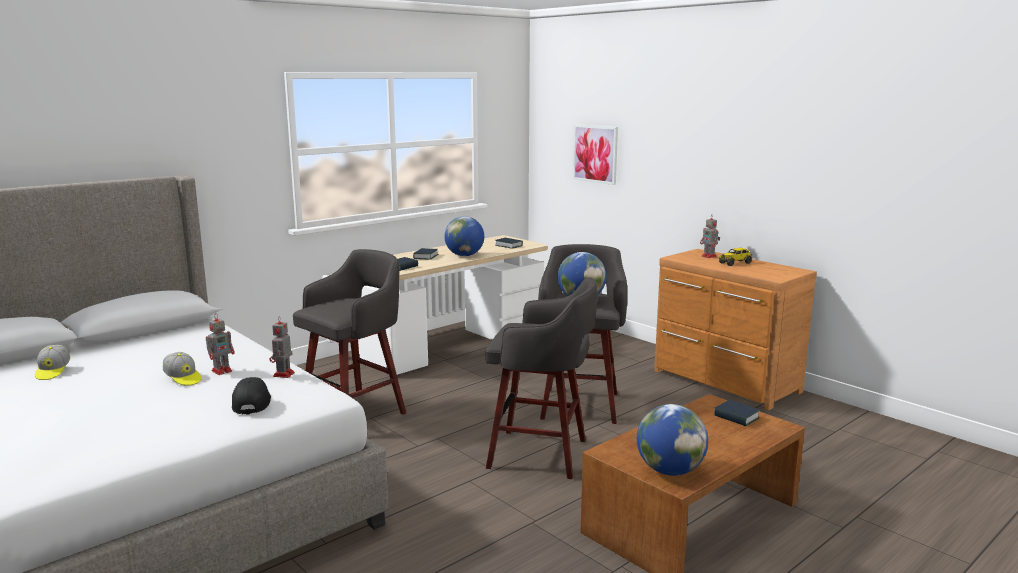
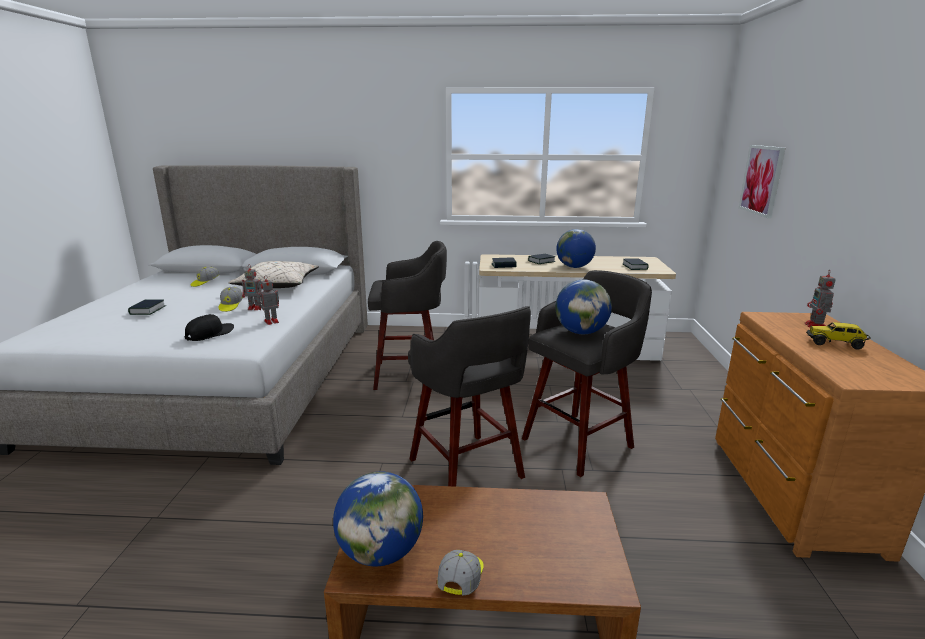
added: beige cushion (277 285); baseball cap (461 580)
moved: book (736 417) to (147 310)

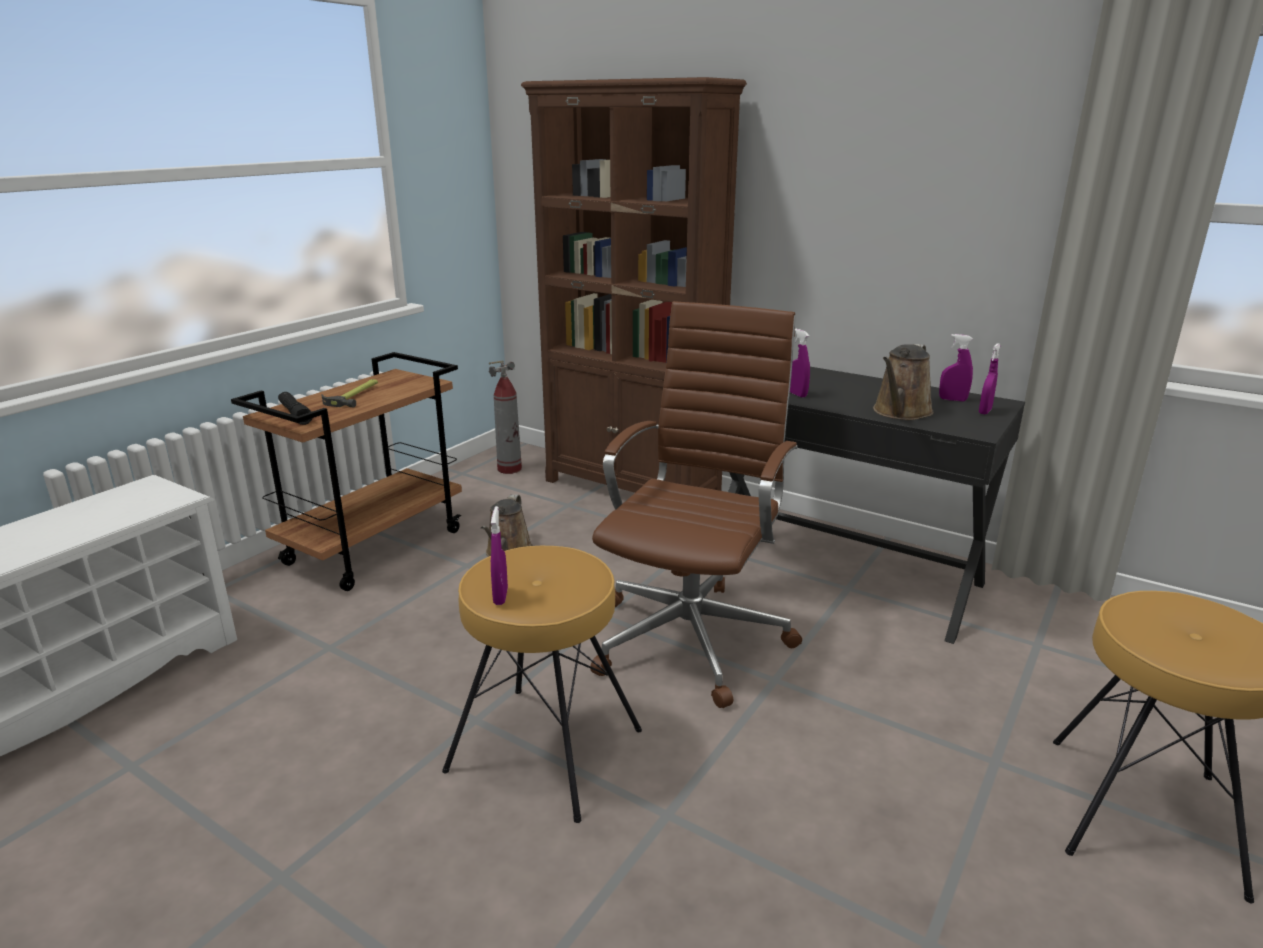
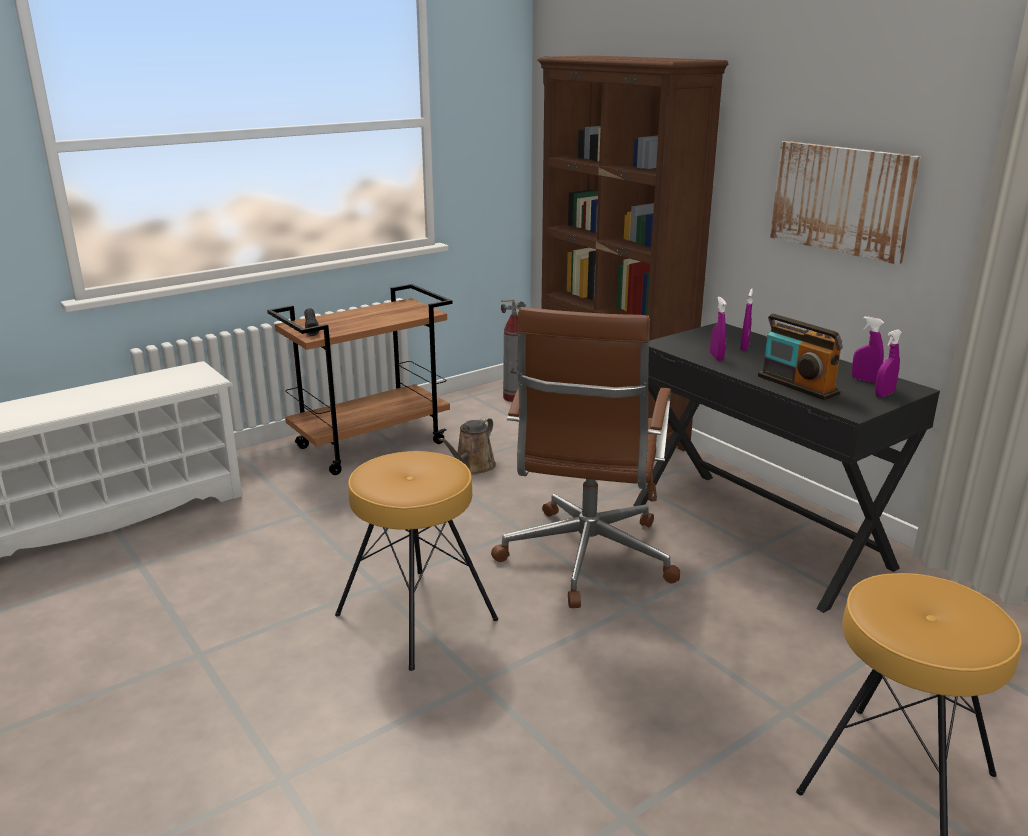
removed: hammer (355 395)
added: wall art (841 199)
moved: purple sprayer (500 596) to (744 347)
replaced: brown sprinkling can (900 412) to radio receiver (797 385)
turned: brown office chair (693 635) = (586 559) 150 degrees clockwise

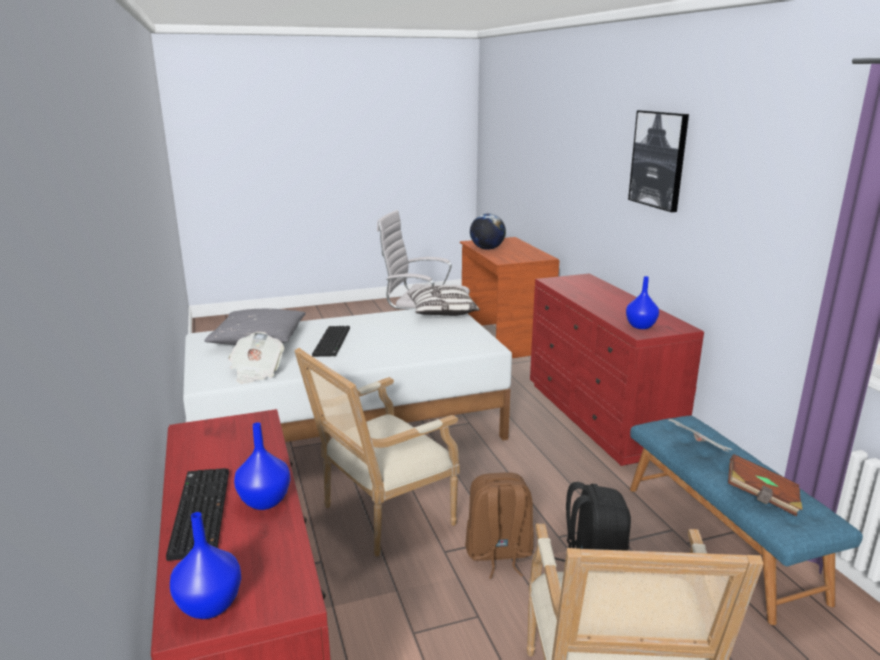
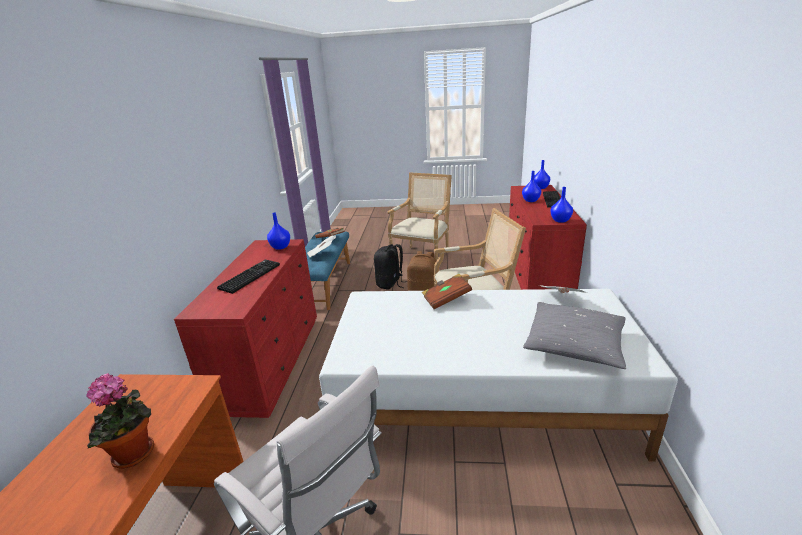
removed: cushion (441 312); wall art (659 159)
added: brown book (446 299); bluish decorative vase (560 220)
moved: computer keyboard (333 342) to (250 276)
replaced: world globe (487 249) to potted plant (135 455)

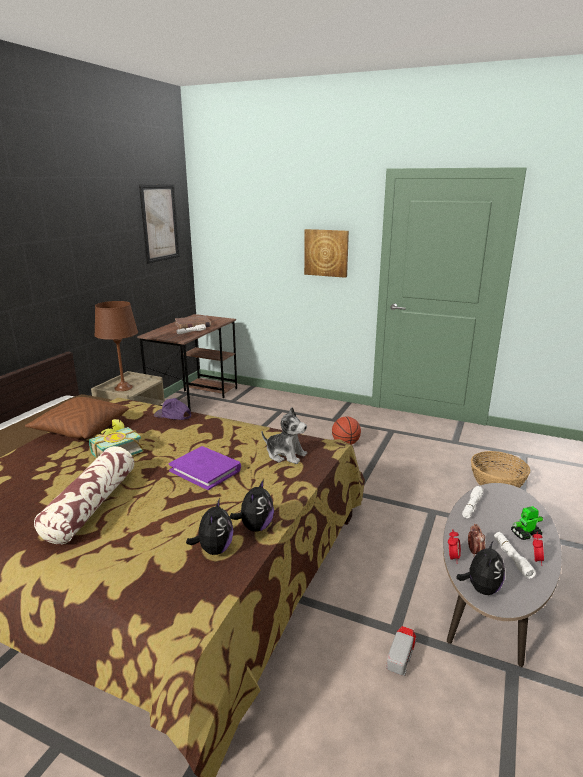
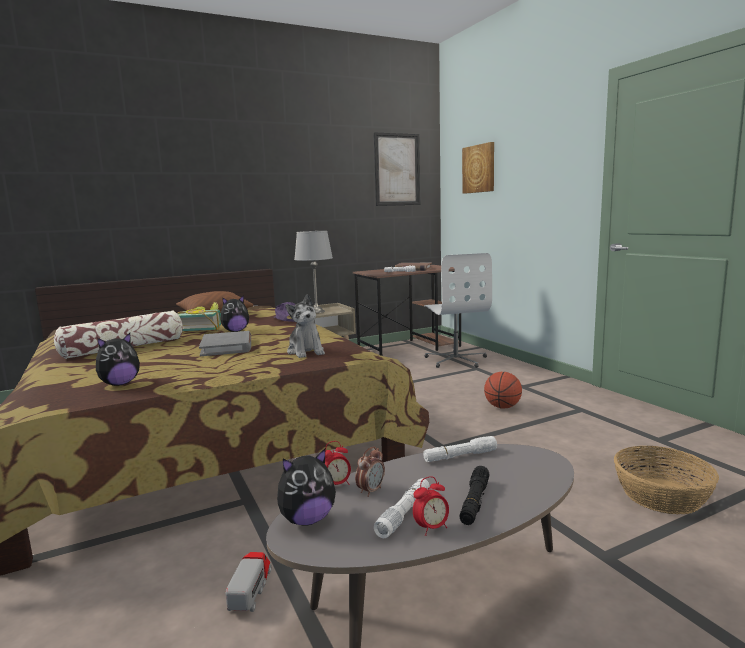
added: white office chair (456 360)
moved: soft toy (255 527) to (235 331); wall art (326 253) to (479 169)
replaced: toy robot (525 534) to blackish hand torch (474 502)
recoloured: brown lamp for a table (123 387) to grey lamp for a table (317 311); purple book (205 470) to grey book (227 347)
turned: toy truck (401 655) = (251 589) 60 degrees counterclockwise

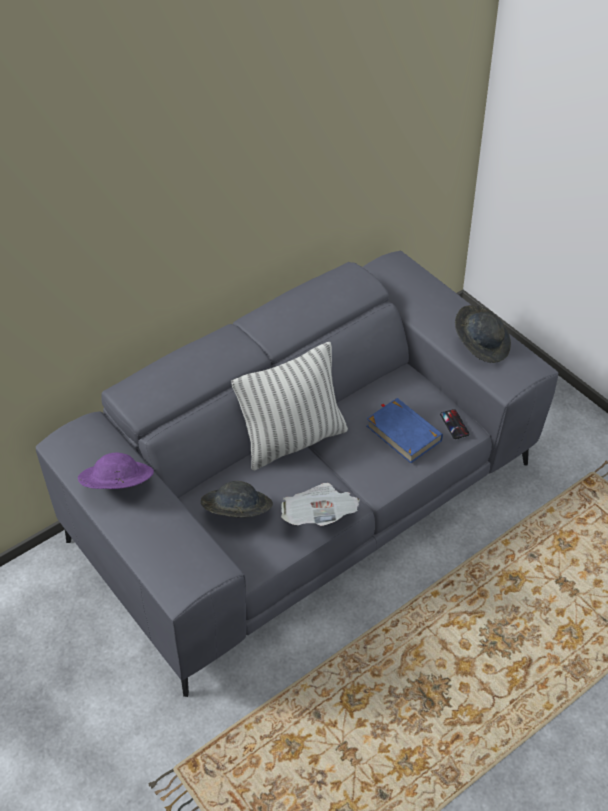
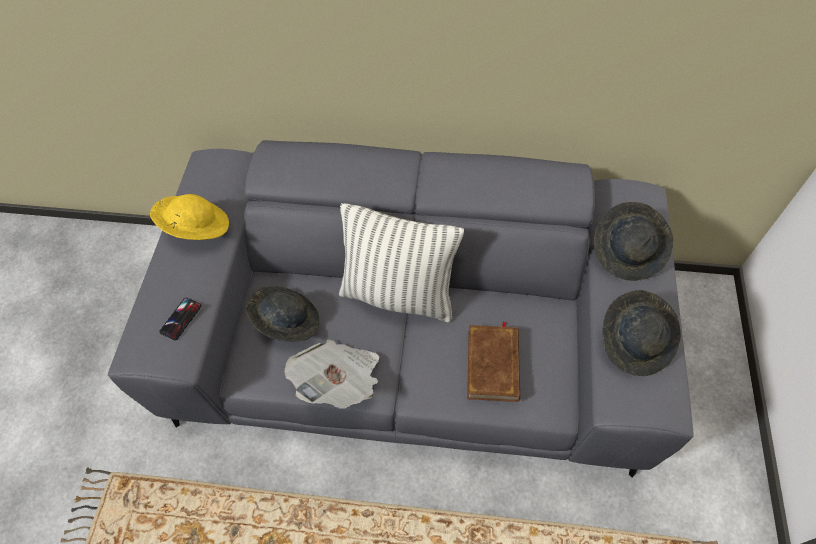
added: grey wearable hat (628 252)
moved: handset (454 424) to (181 319)
recoloured: purple wearable hat (117 486) to yellow-coloured wearable hat (195 228); bluish book (404 433) to brown book (493 365)

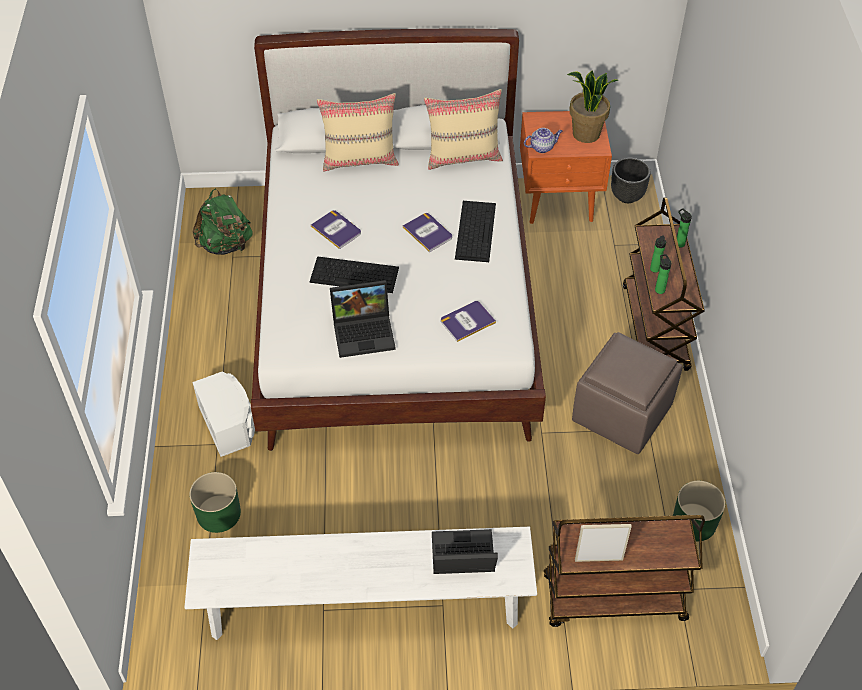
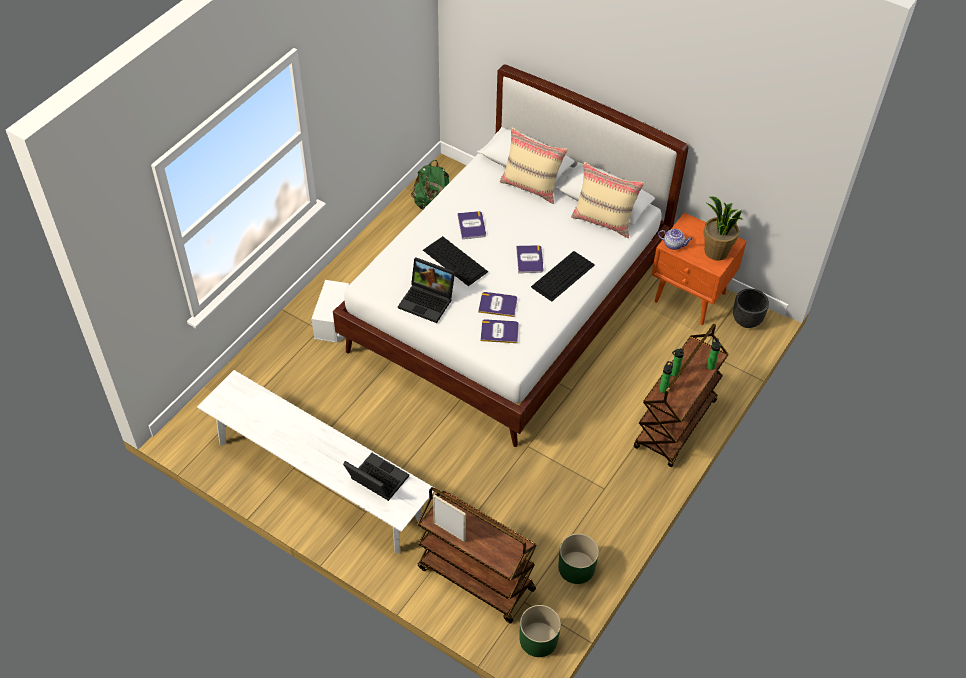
removed: brown pouffe (622 414)
added: book (498 305)
moved: greenish planter (219 514) to (538 639)

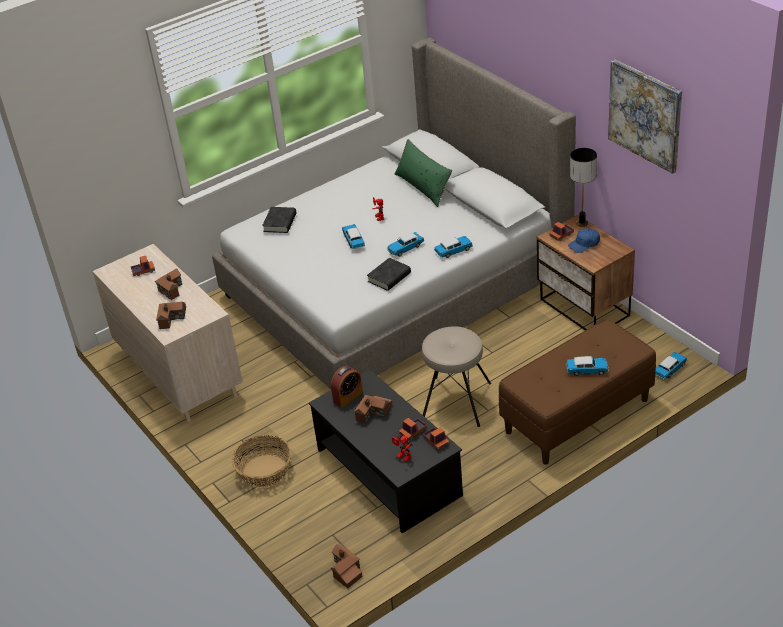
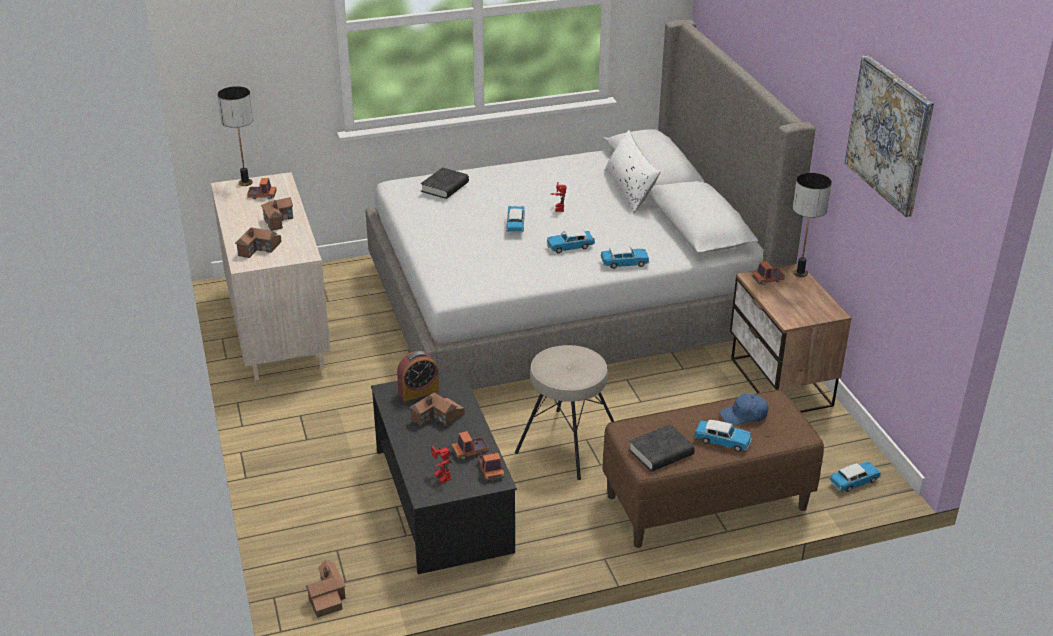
removed: household basket (264 471)
added: lamp for a table (246 183)
moved: blackish book (389 277) to (661 452); bluish baseball cap (584 244) to (744 416)
recoloured: greenish cushion (423 187) to white cushion (630 190)

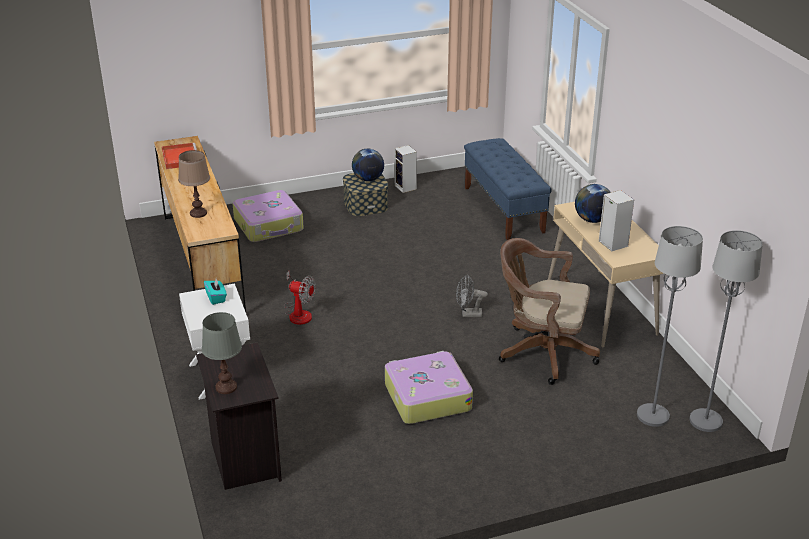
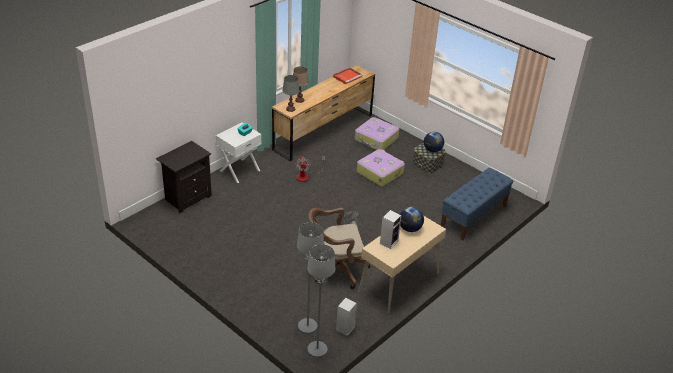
moved: grey lamp for a table (226 387) to (290 109); piece of luggage (426 397) to (380 172); speaker (406 187) to (345 329)
turned: brown office chair (541 352) = (335 269) 90 degrees counterclockwise

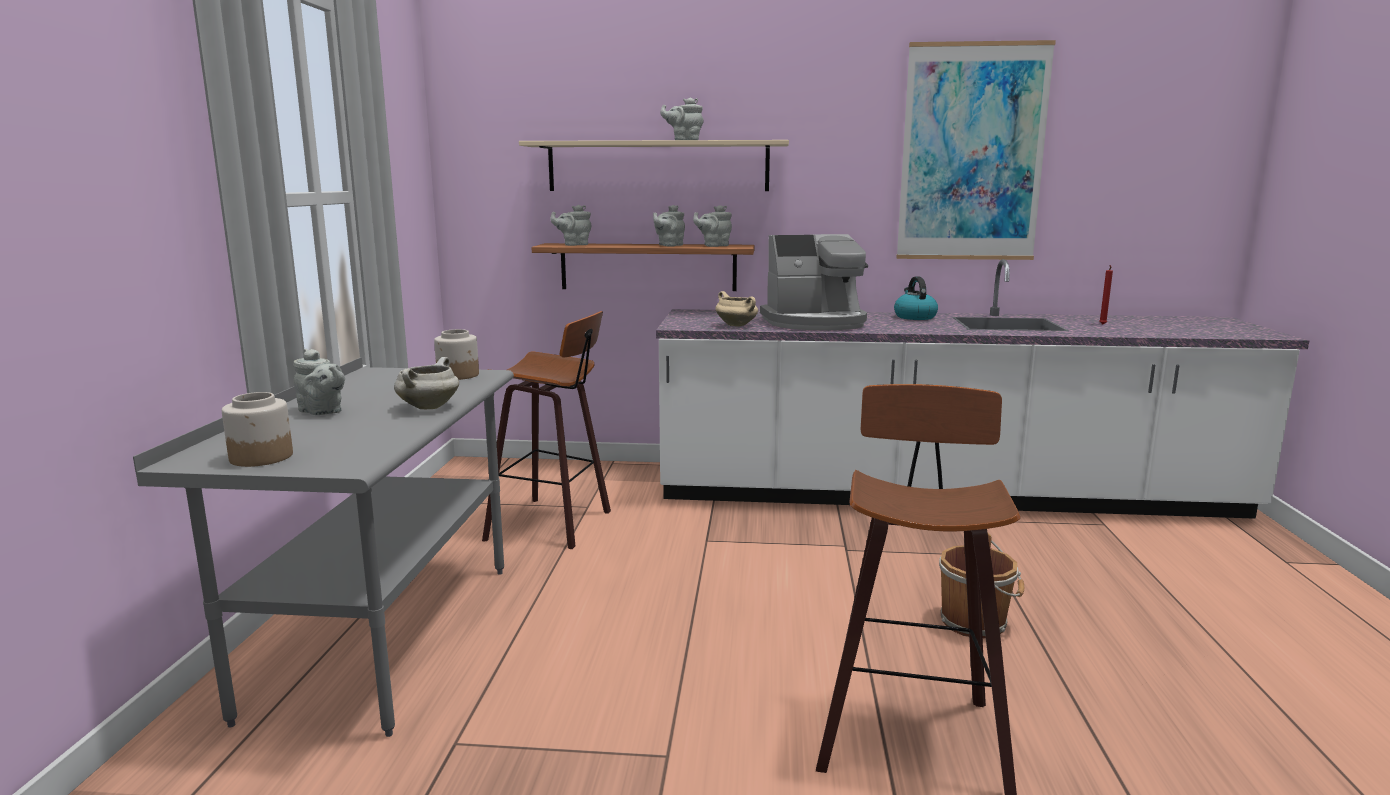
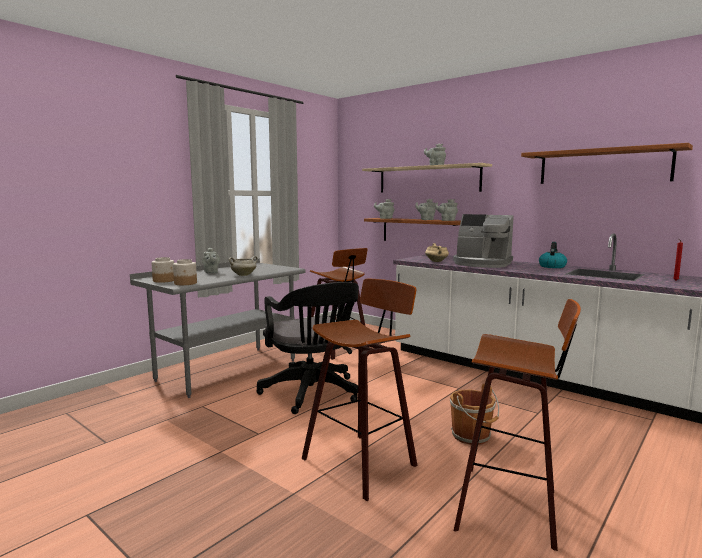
added: blackish office chair (312 394); sitting stool (511 507)
moved: preserve jar (458 375) to (185 283)
replaced: wall art (972 153) to wall shelf (603 166)

